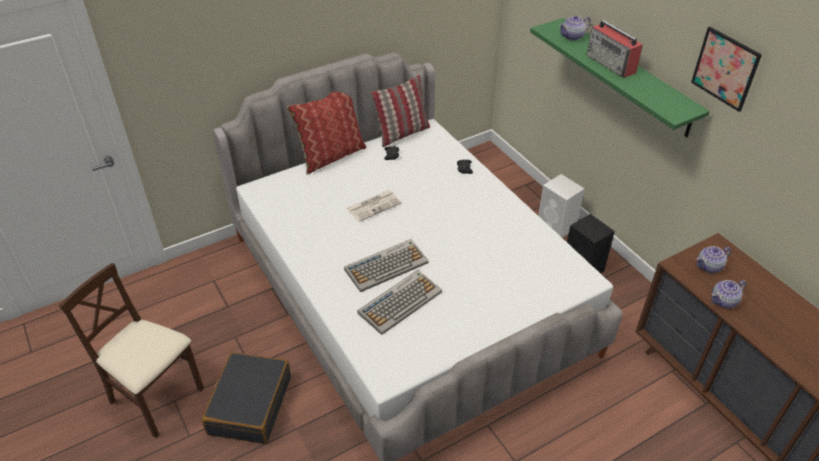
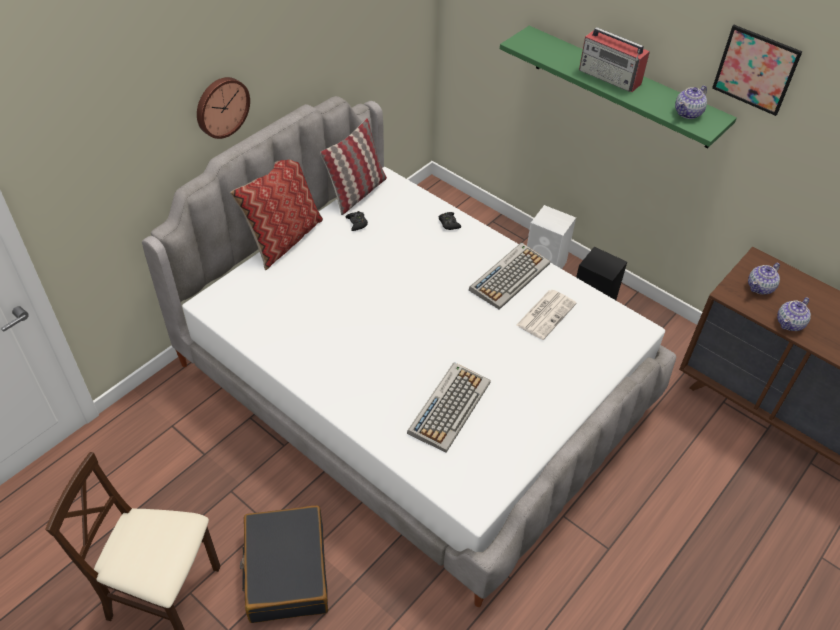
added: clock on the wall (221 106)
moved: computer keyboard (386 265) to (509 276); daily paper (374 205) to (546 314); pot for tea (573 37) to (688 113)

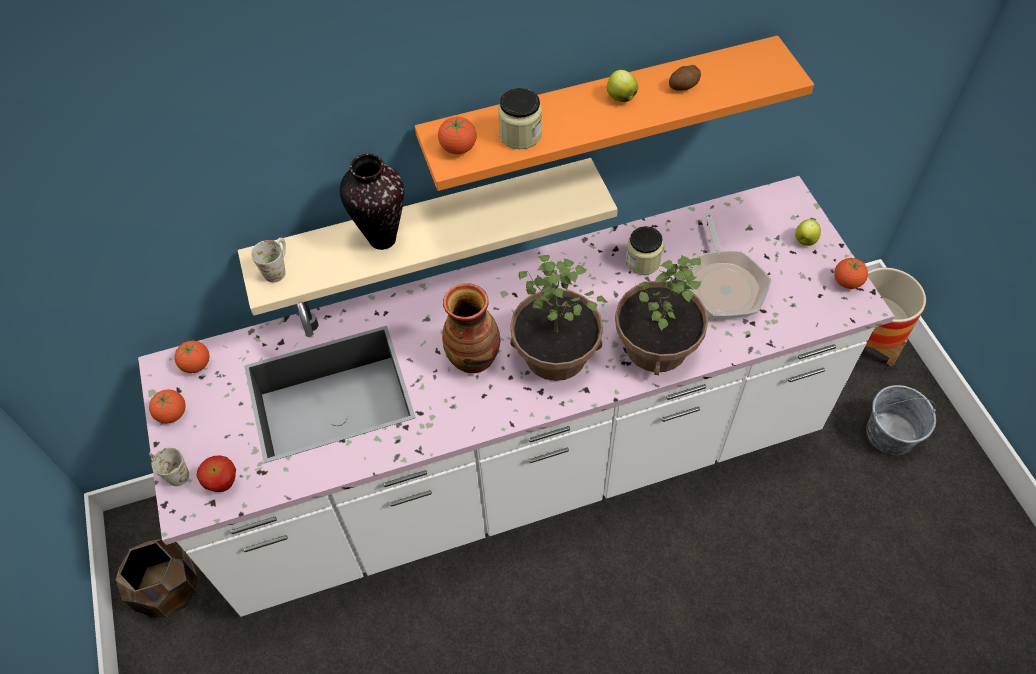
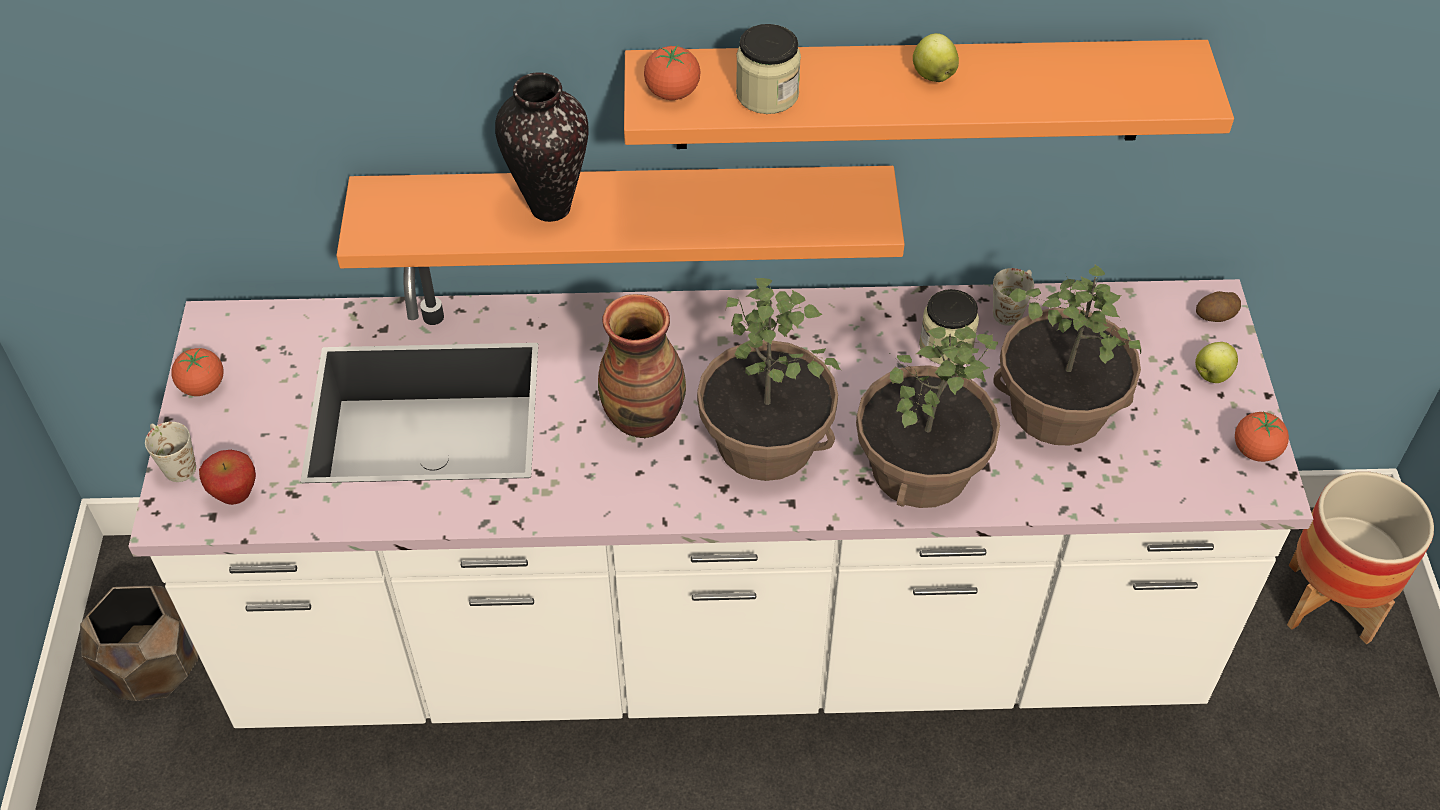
removed: tomato (196 365); grey pail (891 434)
moved: white coffee mug (278 268) to (1011 309); spud (684 86) to (1216 316)
replaced: skillet (723 284) to potted plant (1058 407)
recoloured: beige wall shelf (423 228) to orangey wall shelf (625 213)

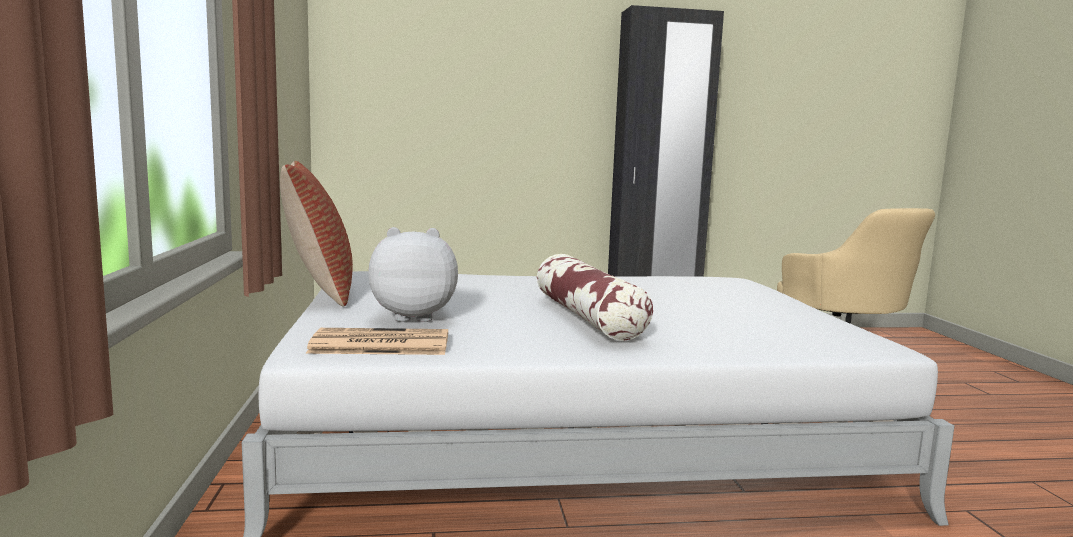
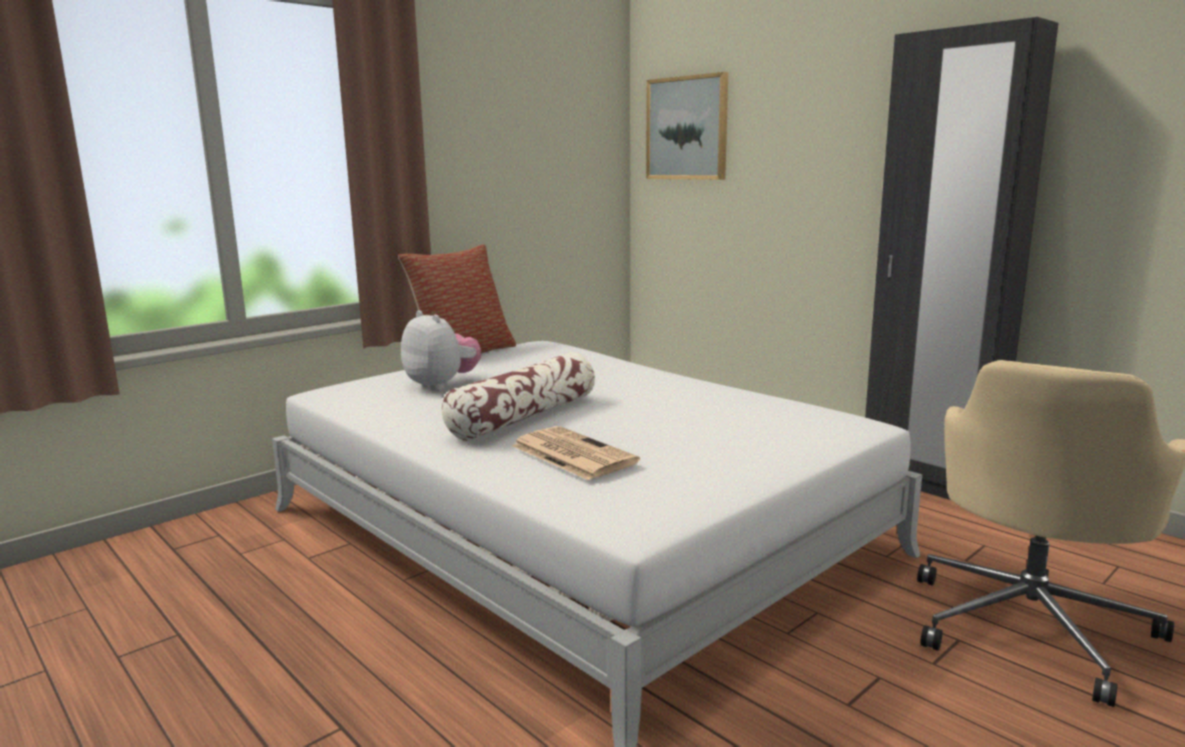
added: wall art (687 128)
moved: daily paper (378 344) to (571 454)

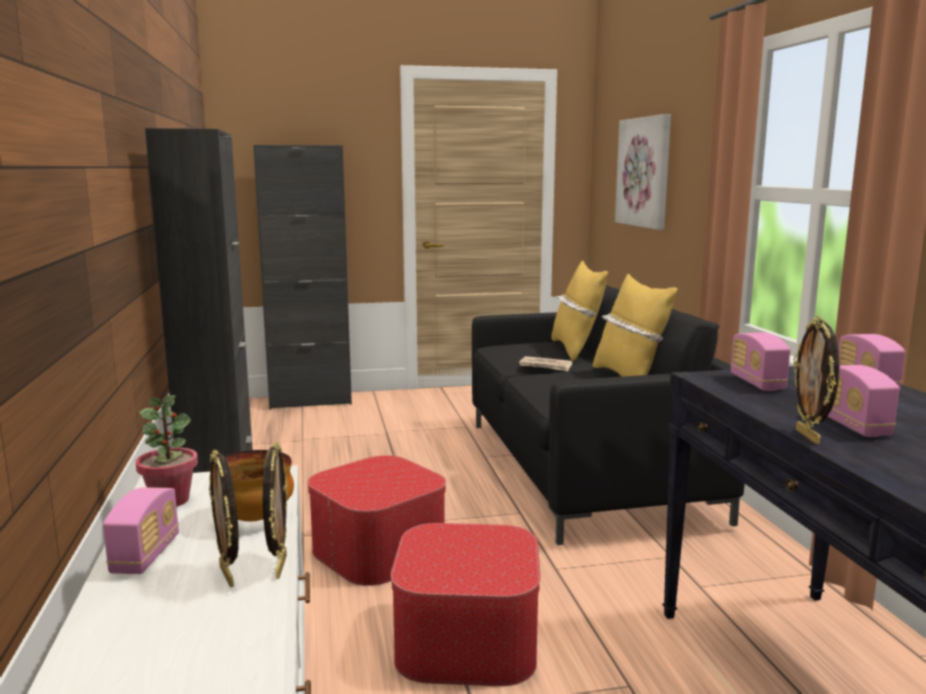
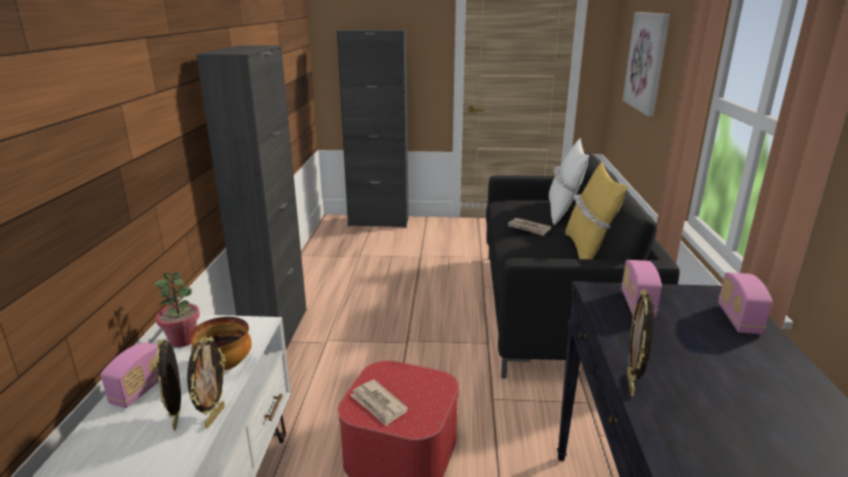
removed: pouffe (378 550); radio receiver (852 425)
added: daily paper (378 404)
recoloured: yellow-coloured cushion (576 350) to white cushion (563 212)

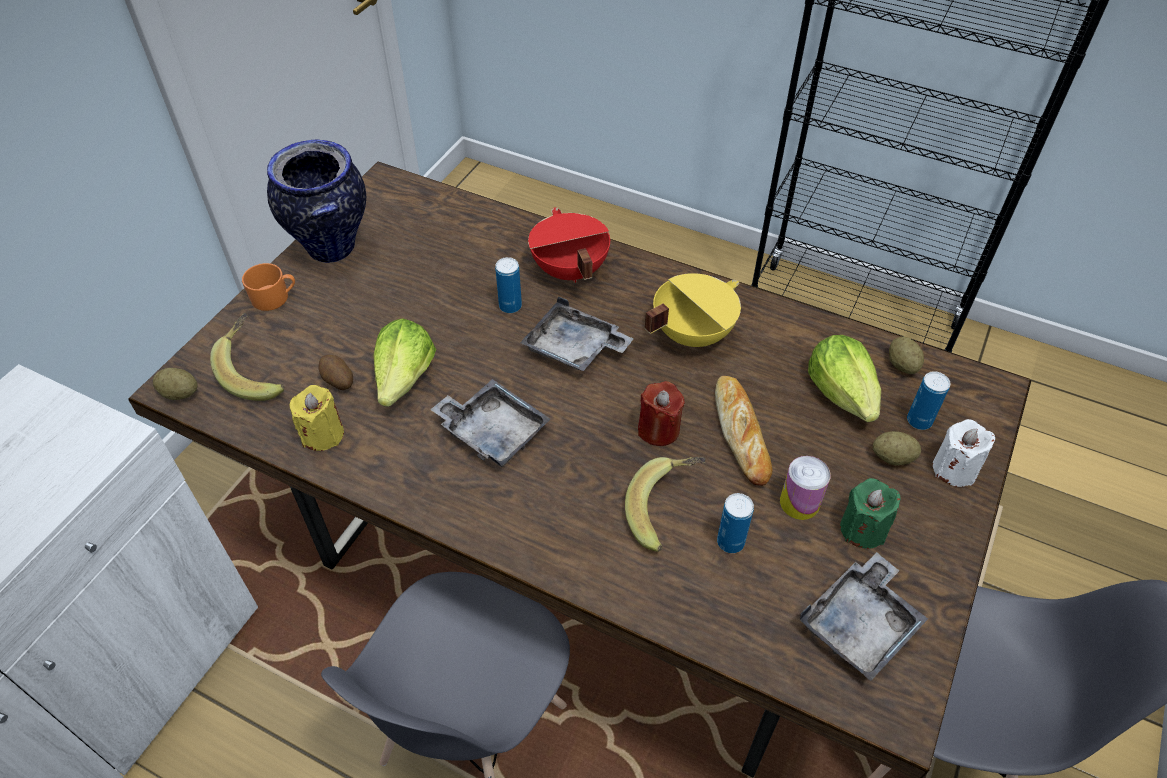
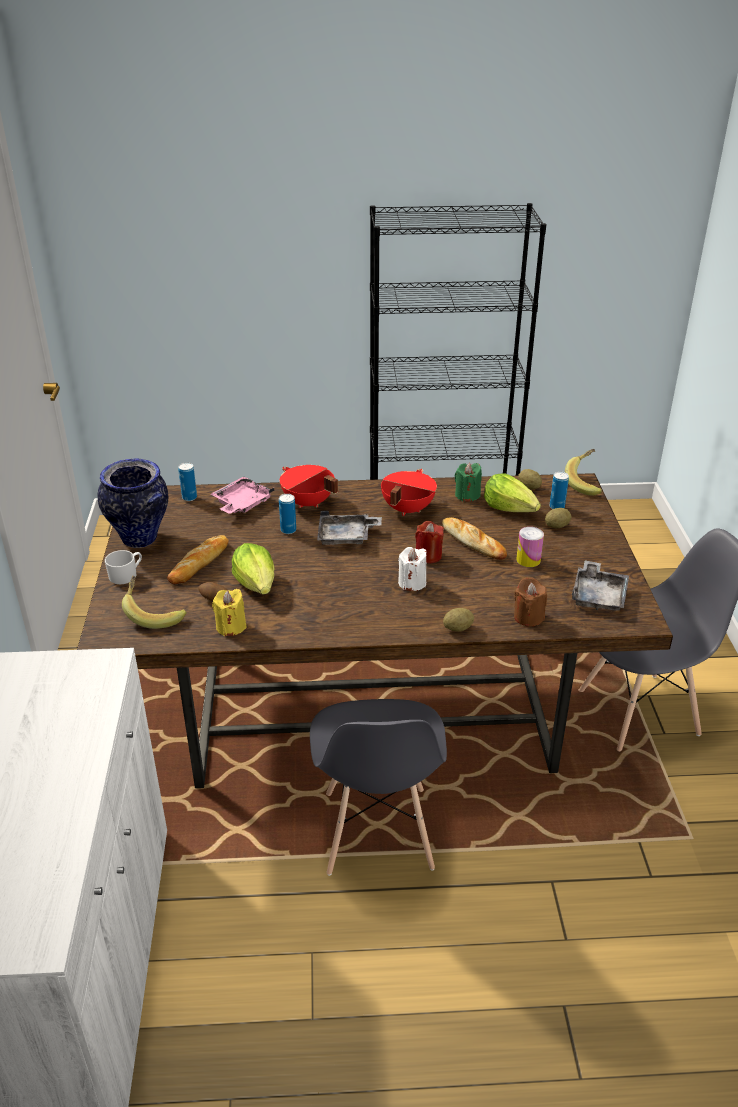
removed: grey carrying tray (493 431)
added: bread (199 563); pinkish carrying tray (241 504); brown wax light (528 617)
moved: spud (180 393) to (458 628); whole banana (667 511) to (587 483); can (730 542) to (189 497); greenish wax light (863 529) to (467 495); white wax light (954 469) to (412 583)
recoloured: orangey coffee mug (275 298) to white coffee mug (126 575); yellow-coloured saucepot (691 333) to red-coloured saucepot (406 509)

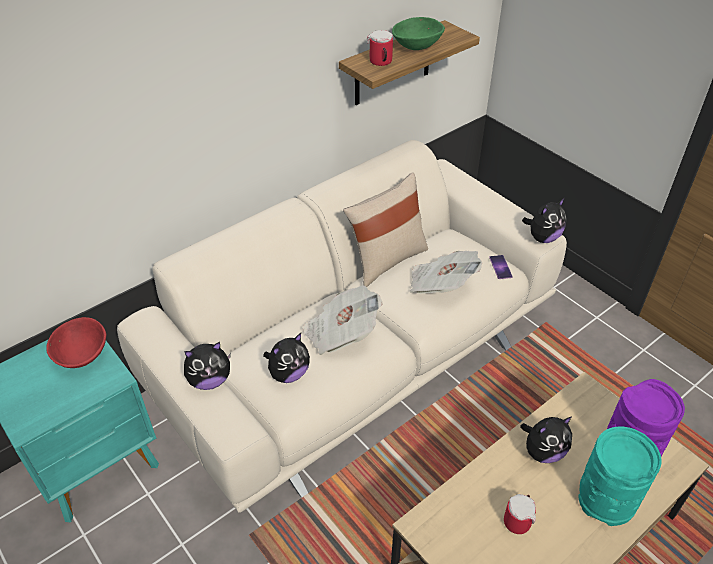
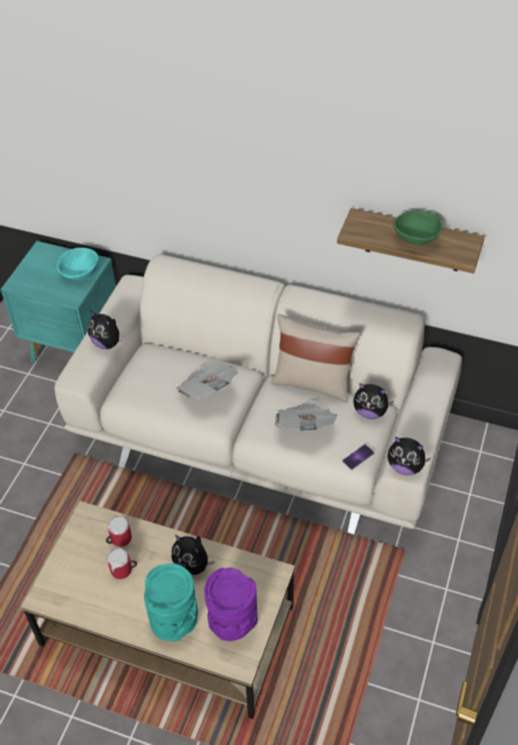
moved: soft toy (288 374) to (370 412); coffee mug (380 63) to (118 539)
recoloured: red-coloured serving bowl (82 355) to turquoise serving bowl (80 273)

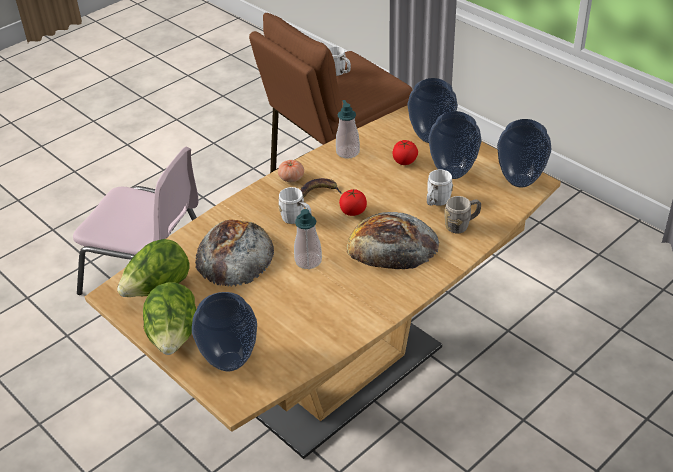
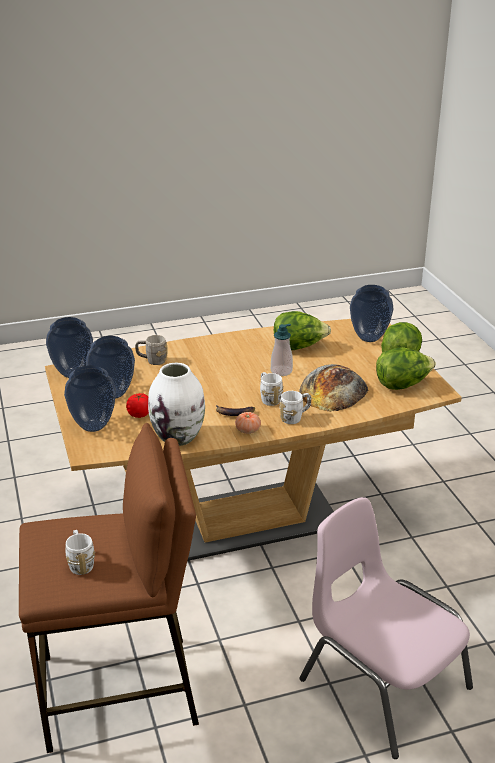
removed: tomato (353 211); bread (392 243)
added: head of lettuce (299 347)
moved: white coffee mug (436 202) to (295 417)
replaced: soap dispenser (347 152) to white decorative vase (178 437)

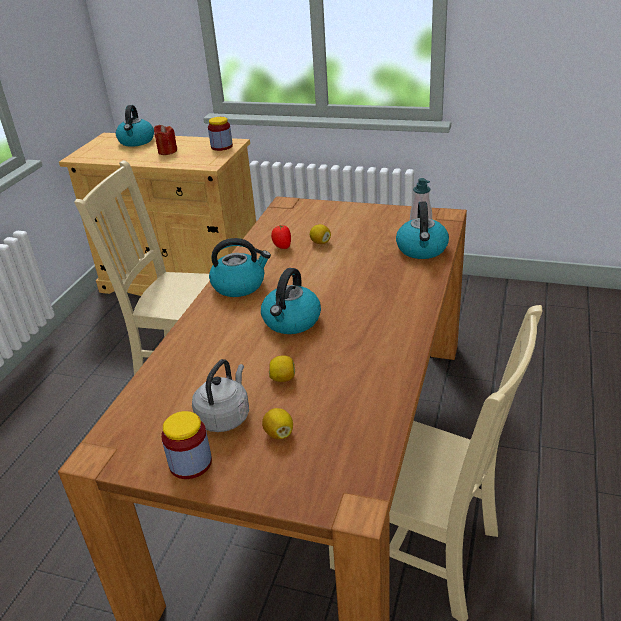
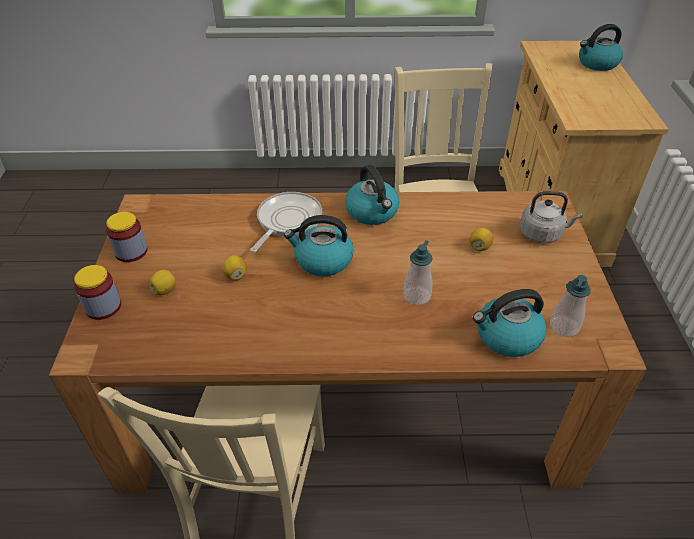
removed: red-coloured wax light (167 151); tomato (282 247)
added: skillet (287 221); soap dispenser (417 296)
moved: grey water kettle (225 416) to (542 233); preserve jar (221 146) to (103 307)

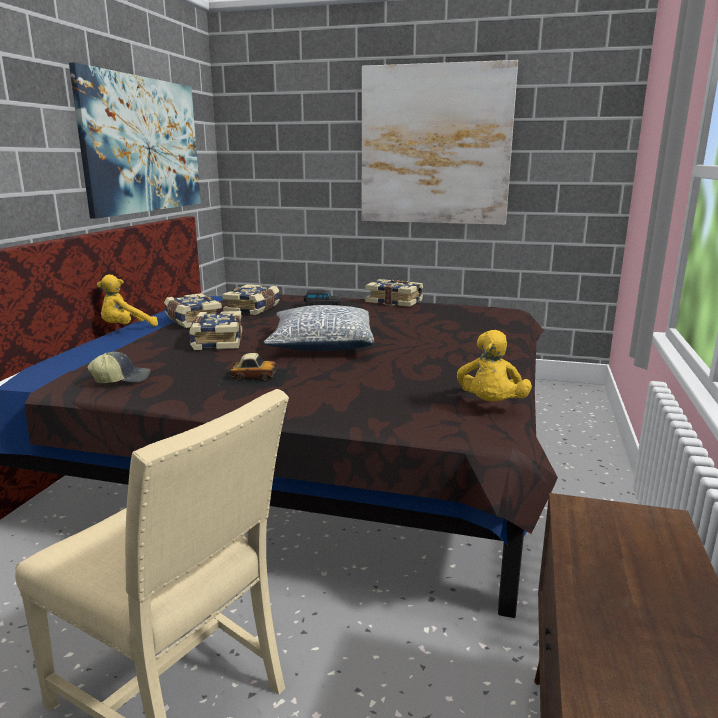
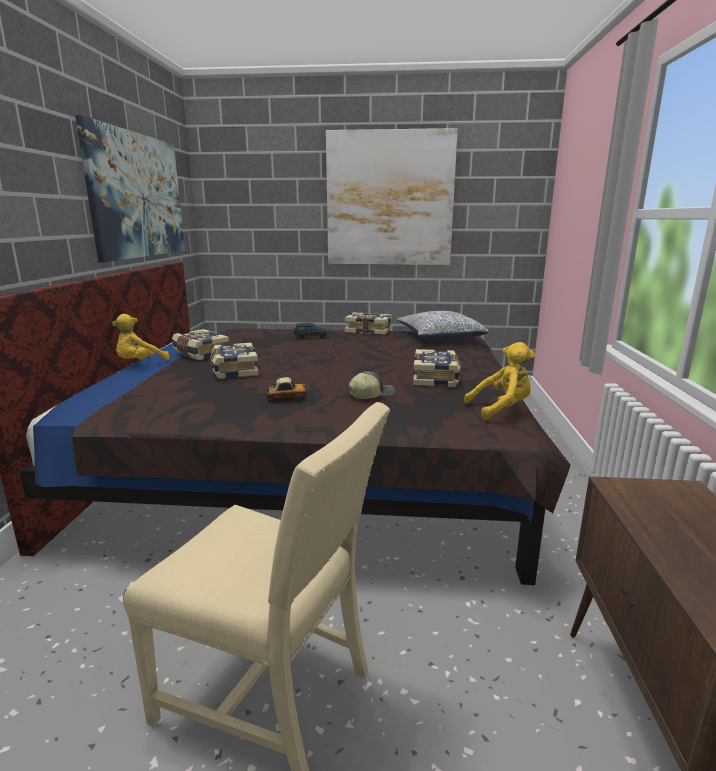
moved: baseball cap (122 379) to (371 395); book (253 309) to (436 378); cushion (321 344) to (439 337)
turned: yellow-coloured soft toy (490 405) = (501 409) 105 degrees counterclockwise

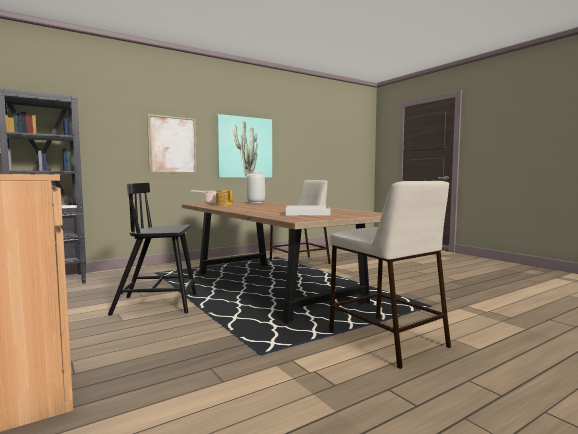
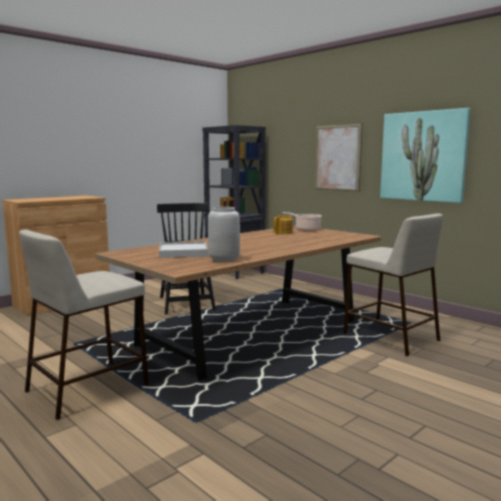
moved: grey decorative vase (255 202) to (224 260)

